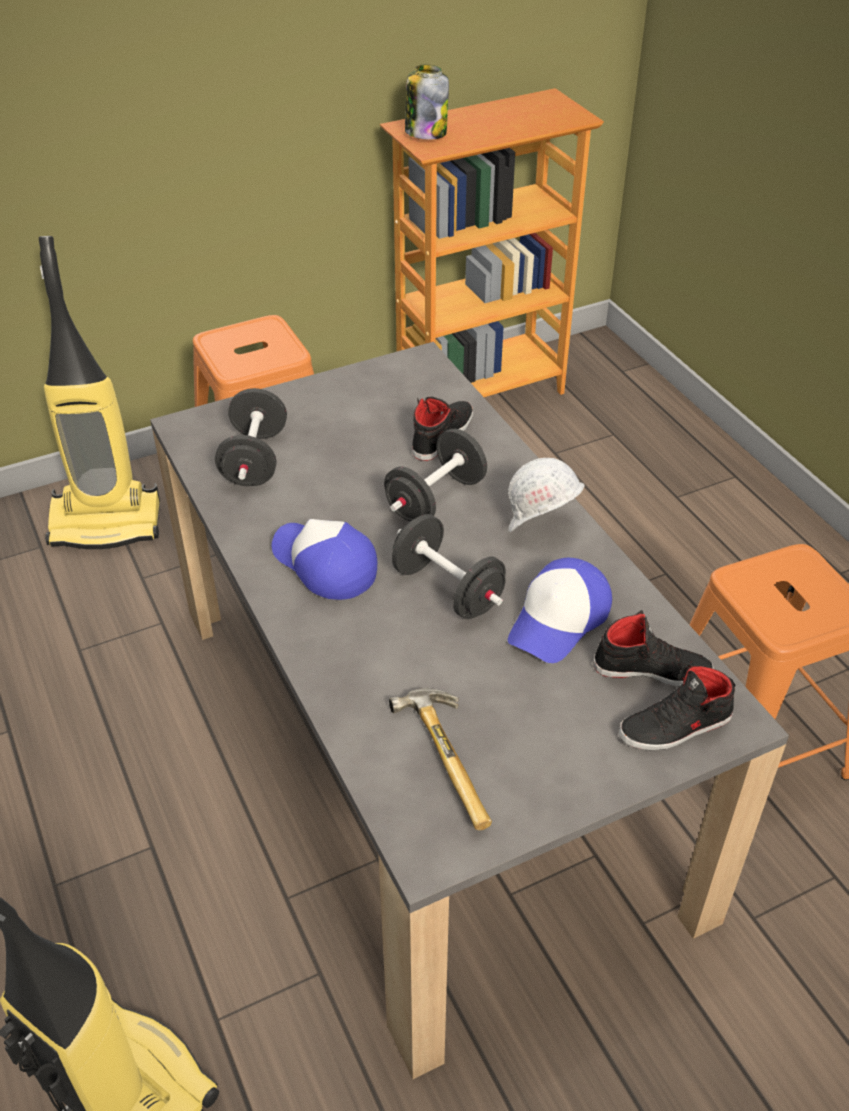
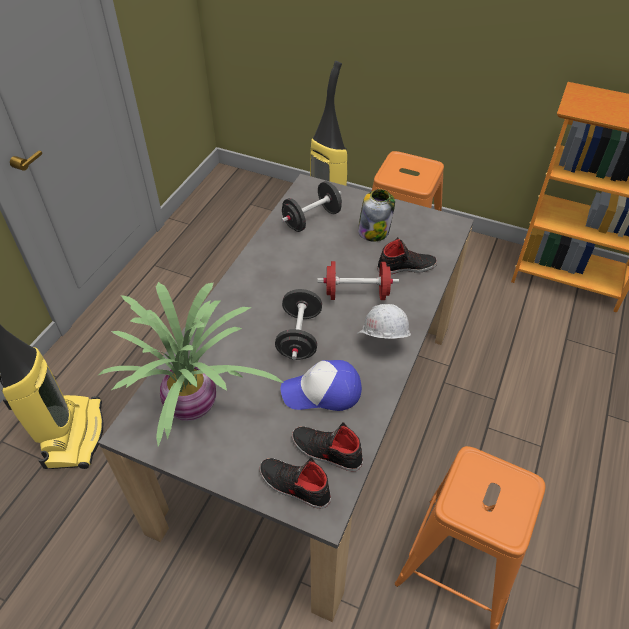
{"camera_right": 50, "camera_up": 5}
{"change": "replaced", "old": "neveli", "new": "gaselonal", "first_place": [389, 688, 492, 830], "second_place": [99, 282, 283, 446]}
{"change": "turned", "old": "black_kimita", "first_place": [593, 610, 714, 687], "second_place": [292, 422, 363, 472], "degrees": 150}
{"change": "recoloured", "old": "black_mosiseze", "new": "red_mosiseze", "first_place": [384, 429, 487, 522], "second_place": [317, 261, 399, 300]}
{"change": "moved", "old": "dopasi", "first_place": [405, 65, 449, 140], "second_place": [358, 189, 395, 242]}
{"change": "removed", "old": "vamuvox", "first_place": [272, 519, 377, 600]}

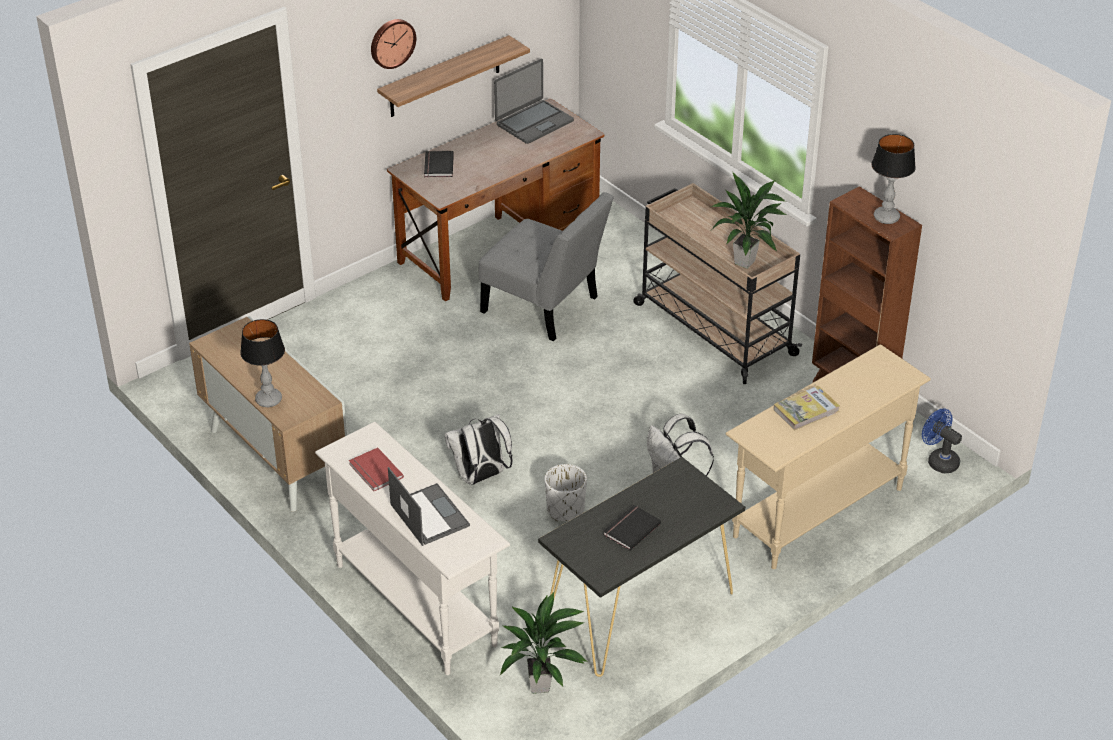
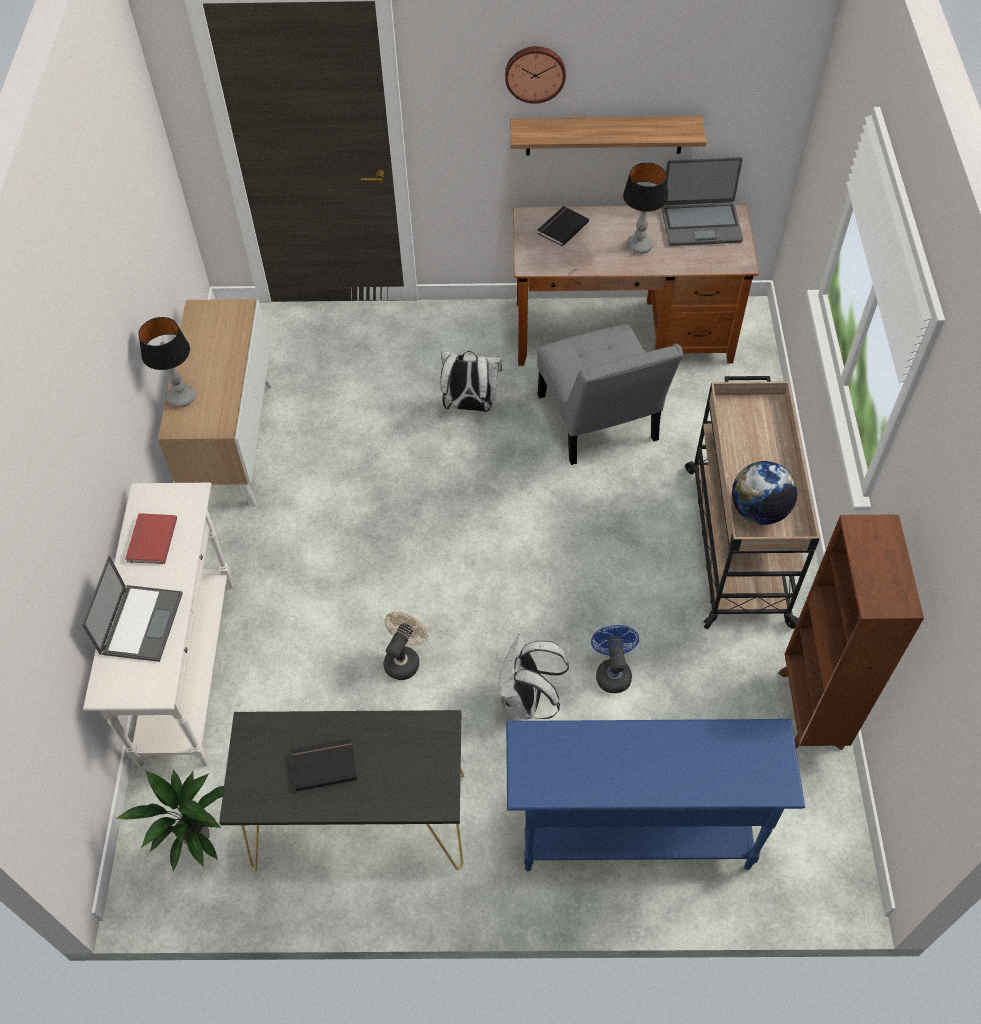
{"camera_right": 40, "camera_up": 15}
{"change": "replaced", "old": "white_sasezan", "new": "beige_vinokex", "first_place": [545, 464, 587, 521], "second_place": [383, 611, 428, 680]}
{"change": "moved", "old": "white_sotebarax", "first_place": [445, 414, 513, 485], "second_place": [440, 351, 502, 412]}
{"change": "recoloured", "old": "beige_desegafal", "new": "blue_desegafal", "first_place": [725, 344, 931, 569], "second_place": [506, 719, 805, 871]}
{"change": "moved", "old": "blue_vinokex", "first_place": [922, 408, 962, 473], "second_place": [591, 625, 639, 693]}
{"change": "moved", "old": "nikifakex", "first_place": [872, 134, 916, 224], "second_place": [623, 163, 668, 254]}
{"change": "replaced", "old": "gaselonal", "new": "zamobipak", "first_place": [710, 171, 787, 269], "second_place": [732, 461, 797, 525]}
{"change": "removed", "old": "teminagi", "first_place": [773, 386, 840, 430]}

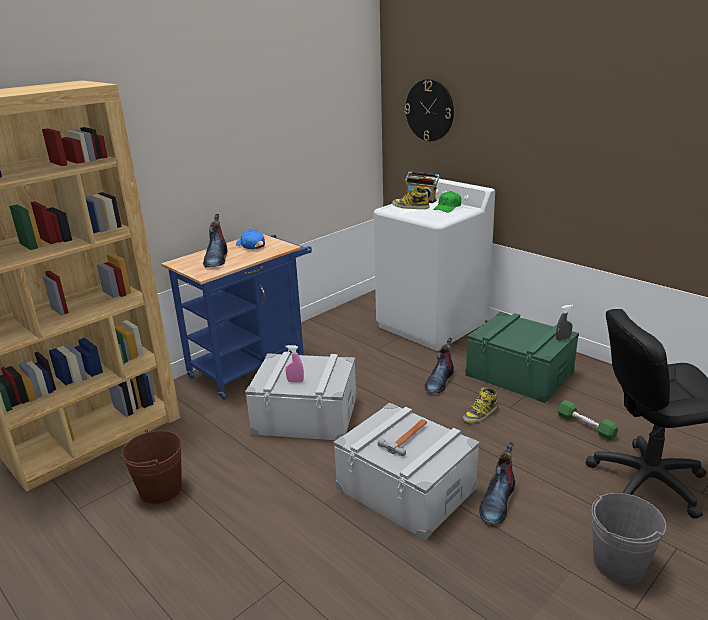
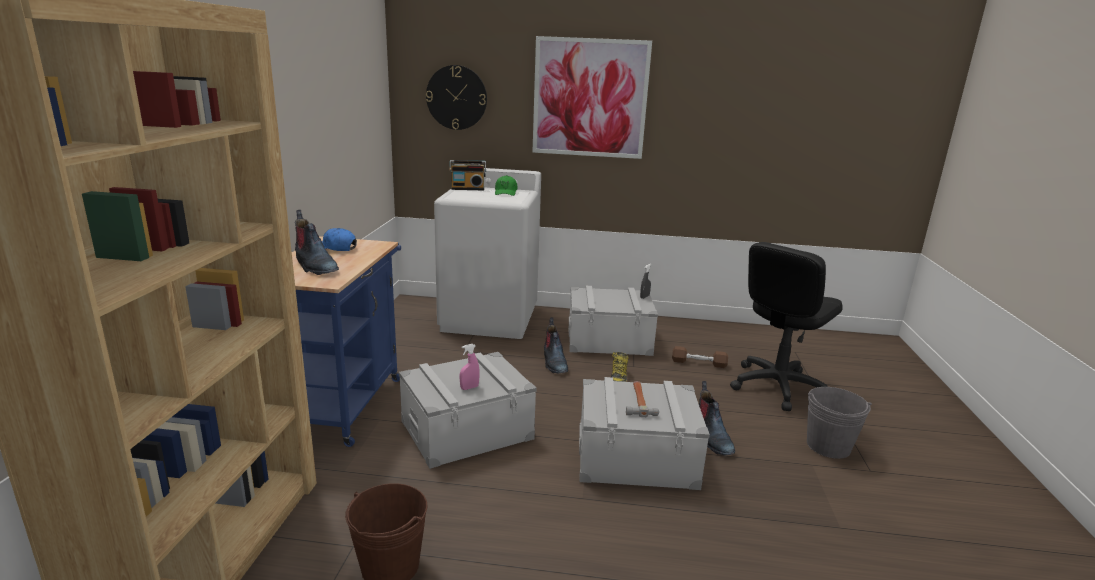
{"camera_right": -40, "camera_up": -5}
{"change": "added", "new": "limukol", "second_place": [532, 36, 652, 159]}
{"change": "recoloured", "old": "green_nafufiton", "new": "grey_nafufiton", "first_place": [465, 312, 579, 403], "second_place": [569, 286, 658, 356]}
{"change": "recoloured", "old": "green_mosiseze", "new": "brown_mosiseze", "first_place": [558, 400, 618, 440], "second_place": [672, 346, 728, 368]}
{"change": "removed", "old": "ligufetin", "first_place": [392, 187, 430, 209]}

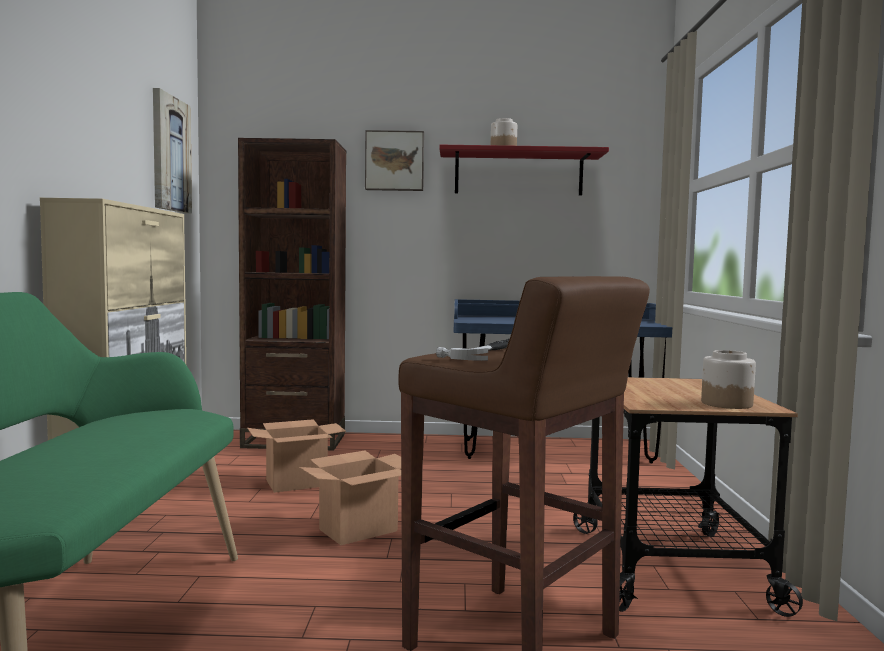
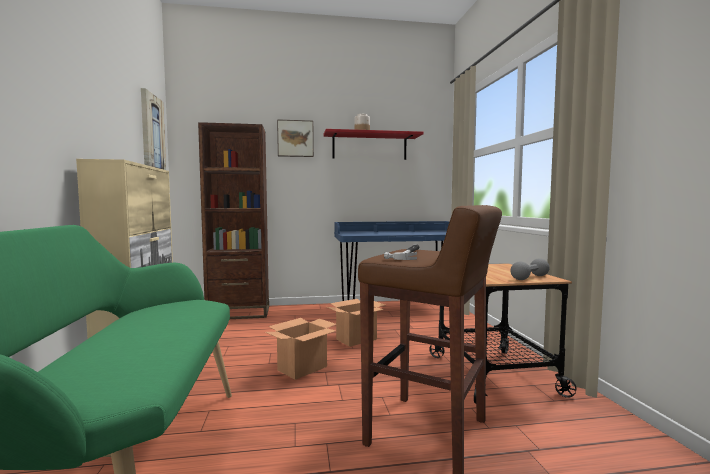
{"camera_right": -10, "camera_up": 0}
{"change": "moved", "old": "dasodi", "first_place": [247, 419, 346, 493], "second_place": [327, 299, 385, 347]}
{"change": "replaced", "old": "dopasi", "new": "grey_mosiseze", "first_place": [701, 350, 756, 409], "second_place": [510, 259, 550, 280]}

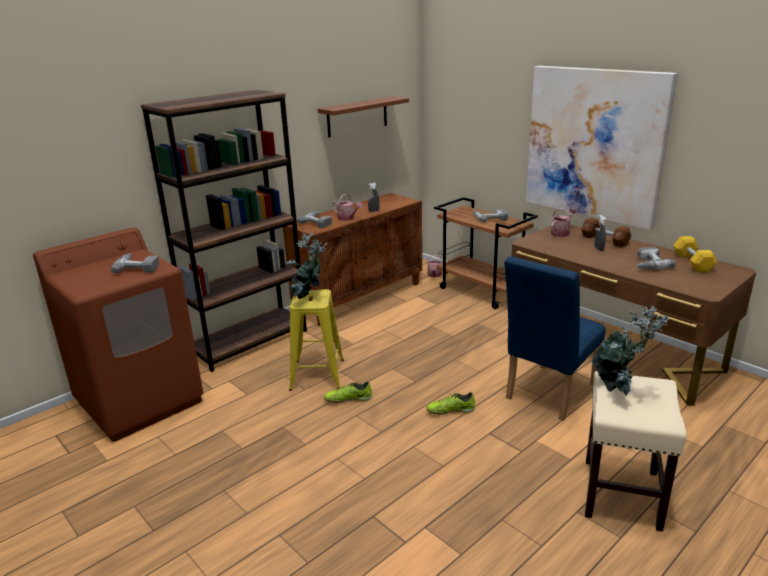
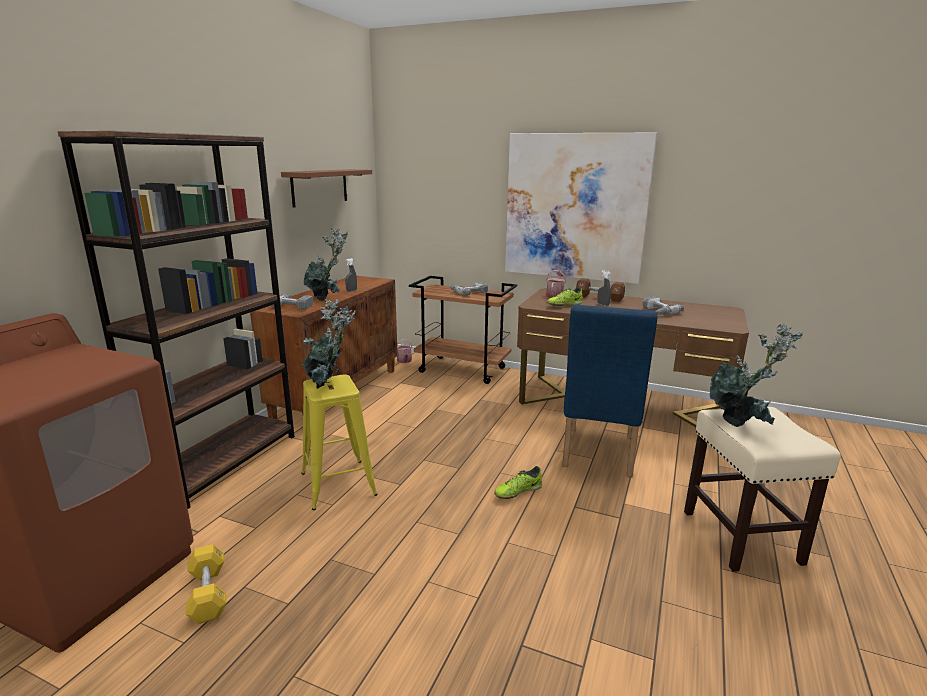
{"camera_right": -25, "camera_up": -5}
{"change": "moved", "old": "yellow_mosiseze", "first_place": [673, 236, 717, 272], "second_place": [185, 544, 227, 624]}
{"change": "replaced", "old": "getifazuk", "new": "gaselonal", "first_place": [333, 194, 363, 221], "second_place": [303, 228, 348, 301]}
{"change": "moved", "old": "kimita", "first_place": [324, 381, 372, 403], "second_place": [546, 287, 582, 306]}
{"change": "removed", "old": "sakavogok", "first_place": [111, 253, 159, 273]}

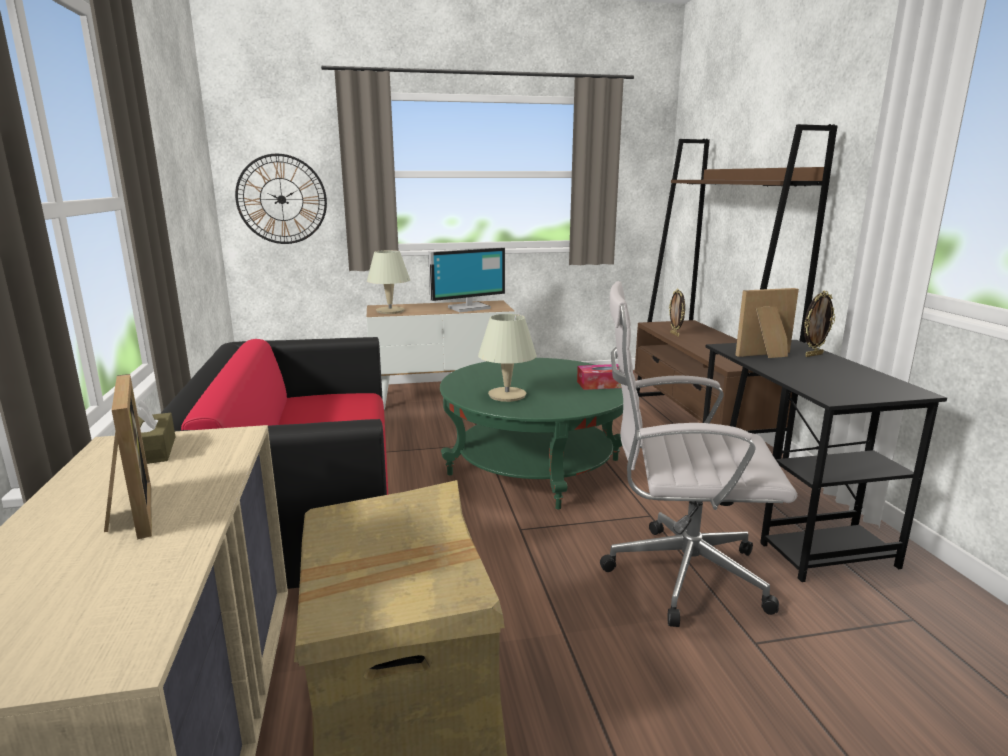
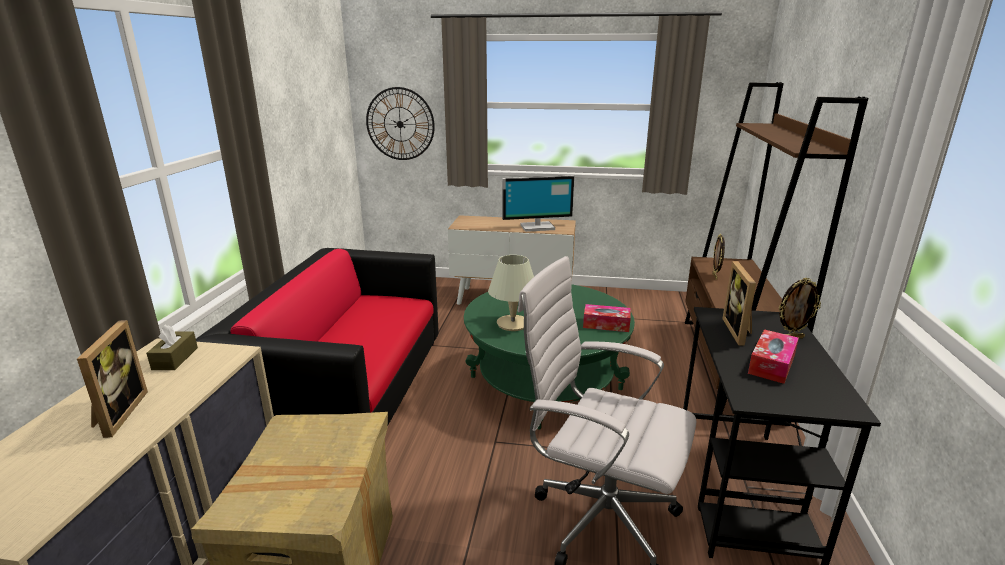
{"camera_right": 20, "camera_up": 5}
{"change": "turned", "old": "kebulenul", "first_place": [735, 288, 799, 358], "second_place": [722, 261, 756, 346], "degrees": -90}
{"change": "added", "new": "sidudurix", "second_place": [748, 329, 799, 384]}
{"change": "removed", "old": "beige_nikifakex", "first_place": [367, 250, 410, 314]}

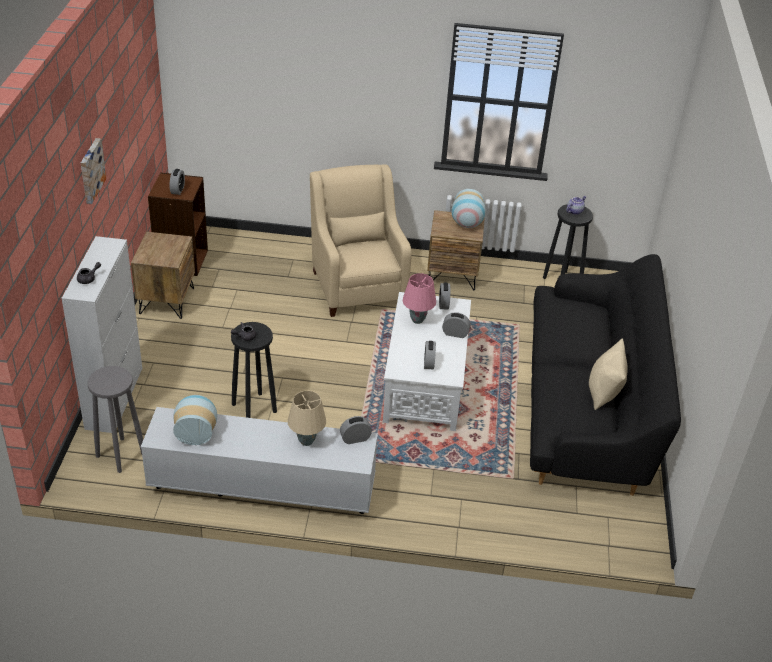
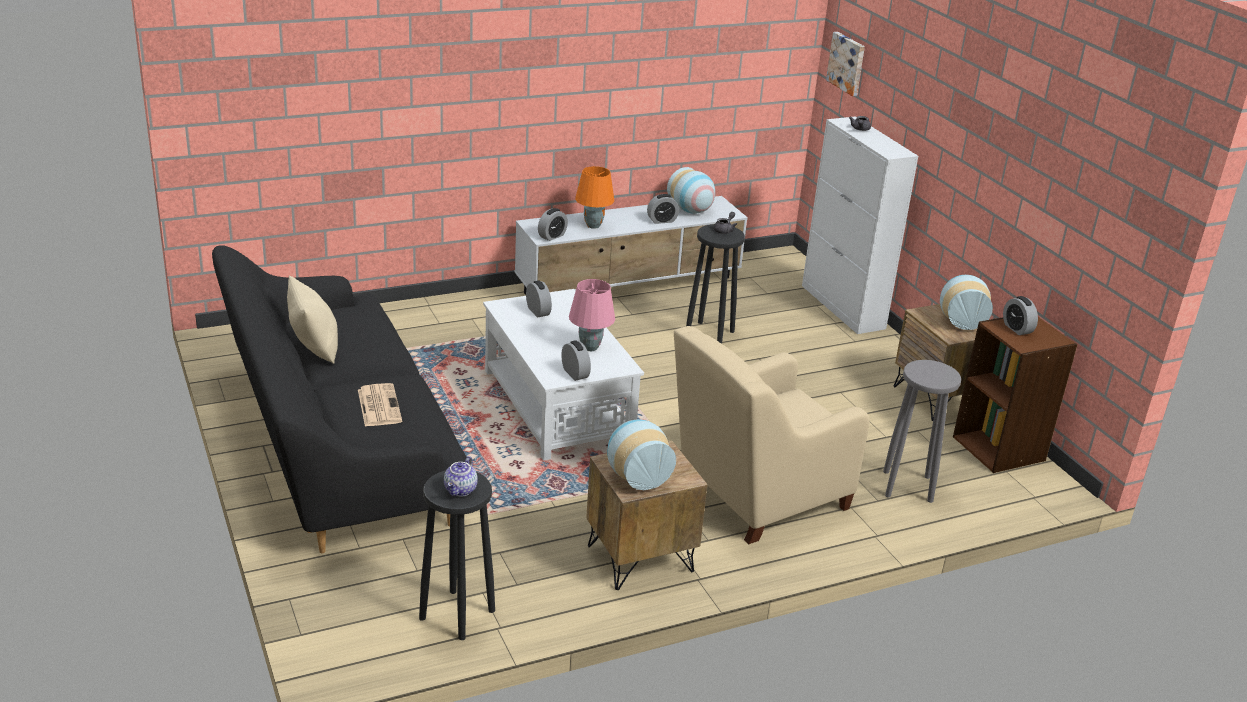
{"camera_right": 150, "camera_up": -10}
{"change": "added", "new": "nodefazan", "second_place": [358, 383, 402, 427]}
{"change": "recoloured", "old": "beige_nikifakex", "new": "orange_nikifakex", "first_place": [288, 391, 326, 446], "second_place": [575, 166, 614, 229]}
{"change": "moved", "old": "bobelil", "first_place": [442, 312, 470, 338], "second_place": [647, 194, 679, 224]}
{"change": "turned", "old": "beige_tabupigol", "first_place": [310, 164, 412, 317], "second_place": [674, 326, 870, 544], "degrees": 105}
{"change": "moved", "old": "limukol", "first_place": [81, 138, 106, 204], "second_place": [826, 32, 865, 96]}
{"change": "moved", "old": "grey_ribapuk", "first_place": [88, 366, 143, 473], "second_place": [883, 360, 961, 503]}
{"change": "added", "new": "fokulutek", "second_place": [940, 275, 993, 330]}

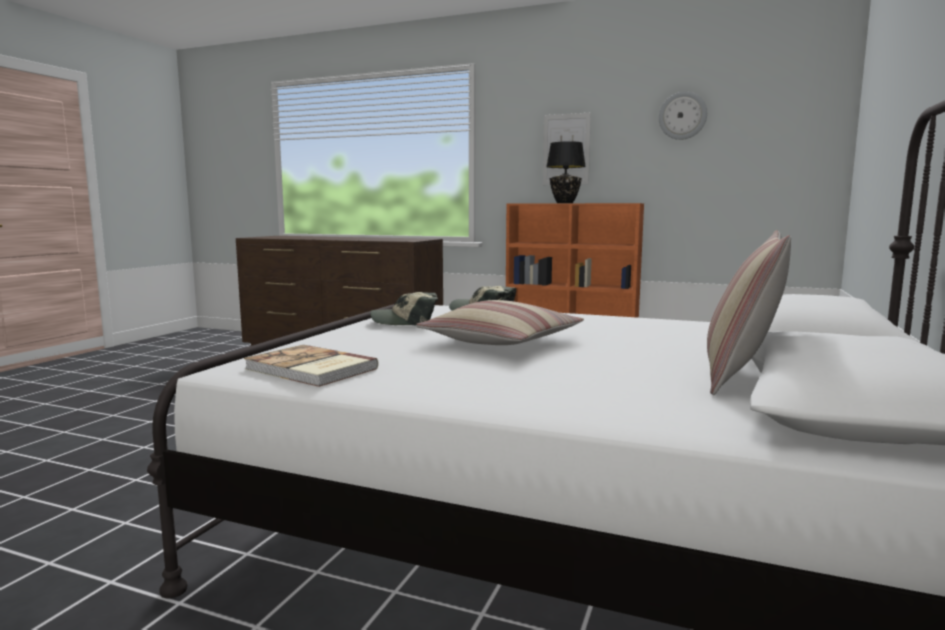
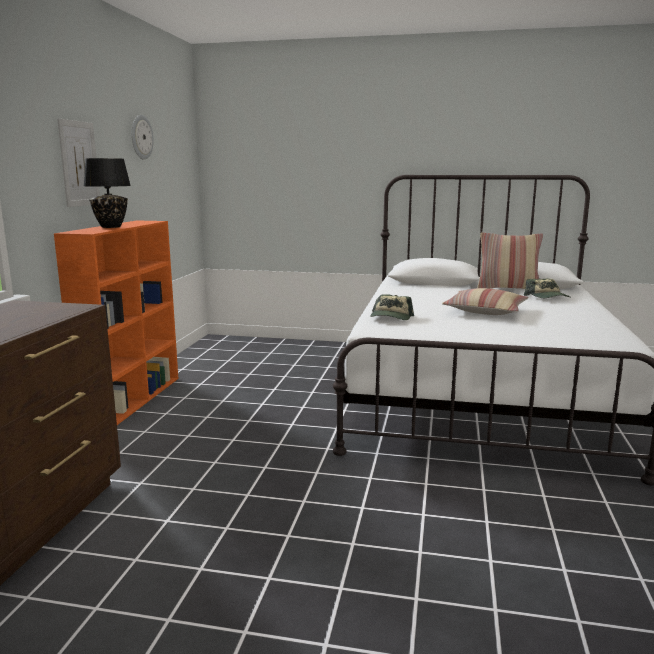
{"camera_right": -100, "camera_up": 5}
{"change": "moved", "old": "vamuvox", "first_place": [370, 292, 438, 325], "second_place": [524, 278, 571, 298]}
{"change": "removed", "old": "teminagi", "first_place": [244, 345, 378, 387]}

